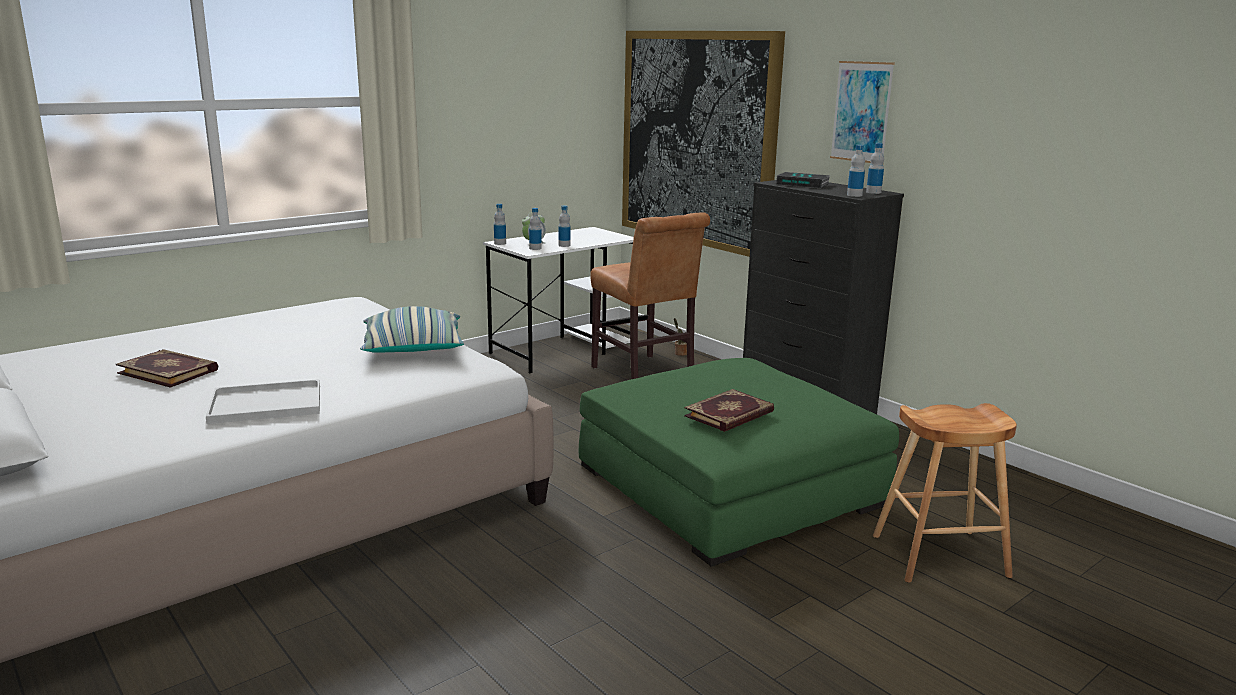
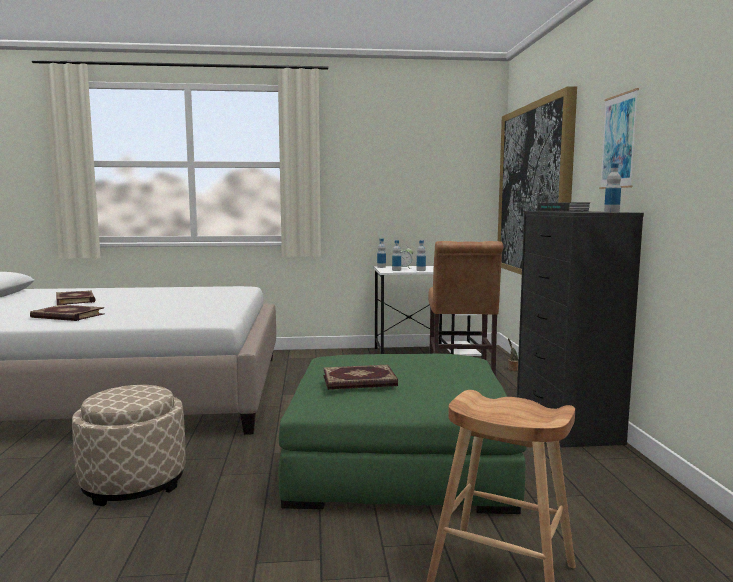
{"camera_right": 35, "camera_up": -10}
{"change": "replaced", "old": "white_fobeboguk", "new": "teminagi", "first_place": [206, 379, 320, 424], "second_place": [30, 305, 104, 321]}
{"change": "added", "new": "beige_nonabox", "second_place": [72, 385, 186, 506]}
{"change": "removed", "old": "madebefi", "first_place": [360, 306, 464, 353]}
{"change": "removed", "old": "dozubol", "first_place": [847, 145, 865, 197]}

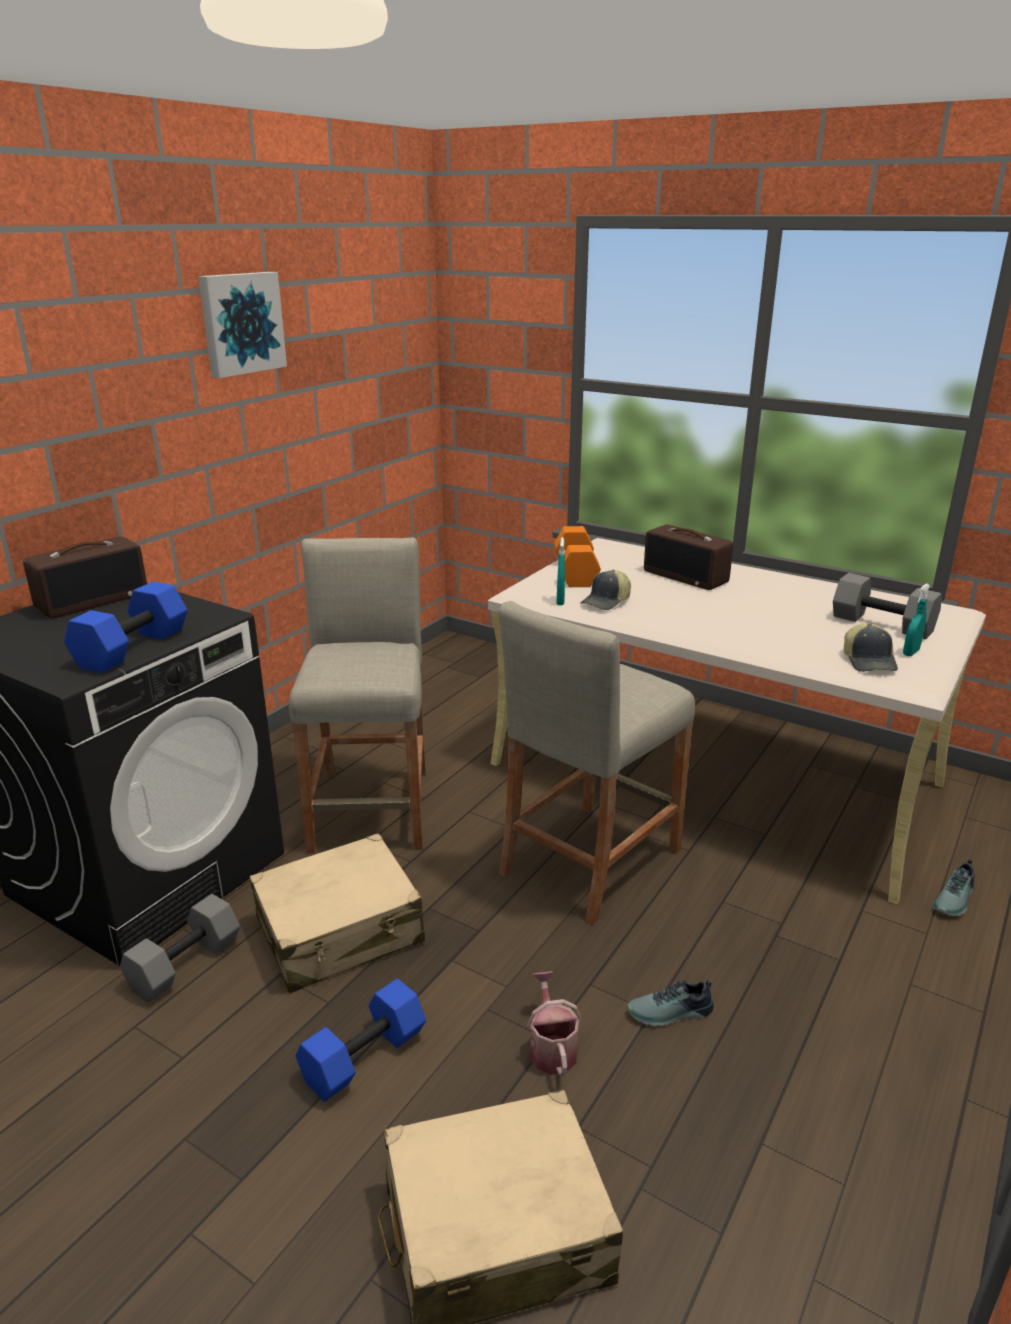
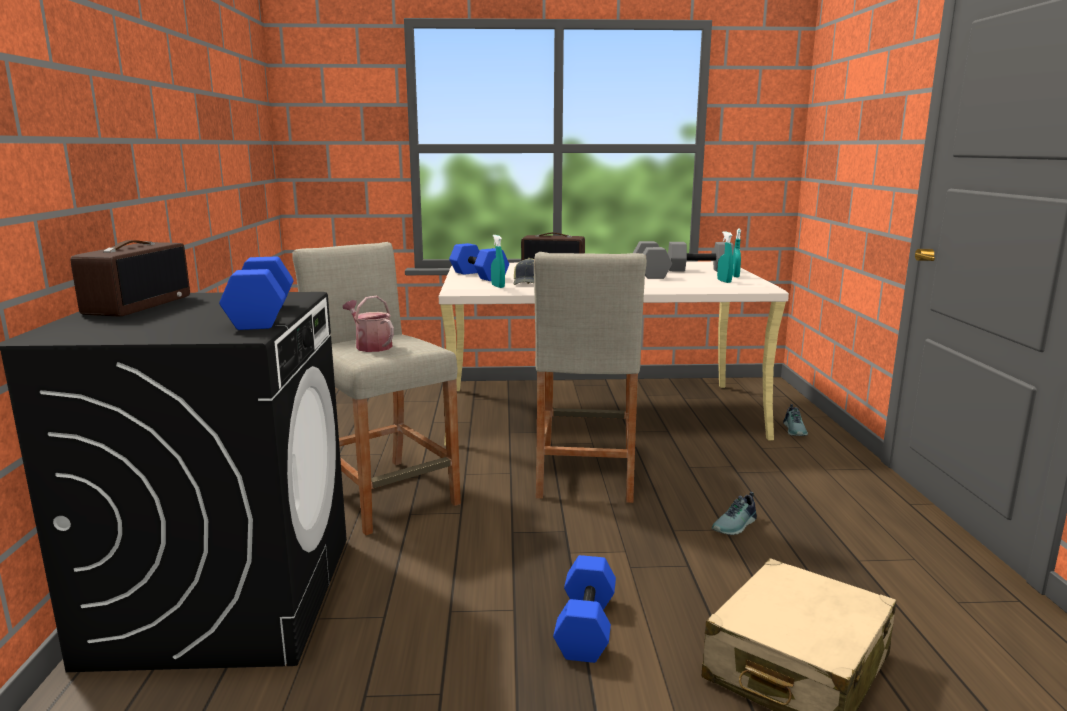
{"camera_right": -35, "camera_up": -10}
{"change": "moved", "old": "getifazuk", "first_place": [527, 971, 582, 1077], "second_place": [343, 296, 394, 352]}
{"change": "recoloured", "old": "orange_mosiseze", "new": "blue_mosiseze", "first_place": [554, 526, 601, 587], "second_place": [449, 243, 509, 281]}
{"change": "moved", "old": "grey_mosiseze", "first_place": [120, 894, 240, 1003], "second_place": [633, 241, 672, 279]}
{"change": "replaced", "old": "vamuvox", "new": "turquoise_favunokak", "first_place": [844, 623, 898, 672], "second_place": [717, 231, 733, 283]}
{"change": "removed", "old": "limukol", "first_place": [198, 272, 287, 378]}
{"change": "removed", "old": "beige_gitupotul", "first_place": [250, 833, 425, 993]}

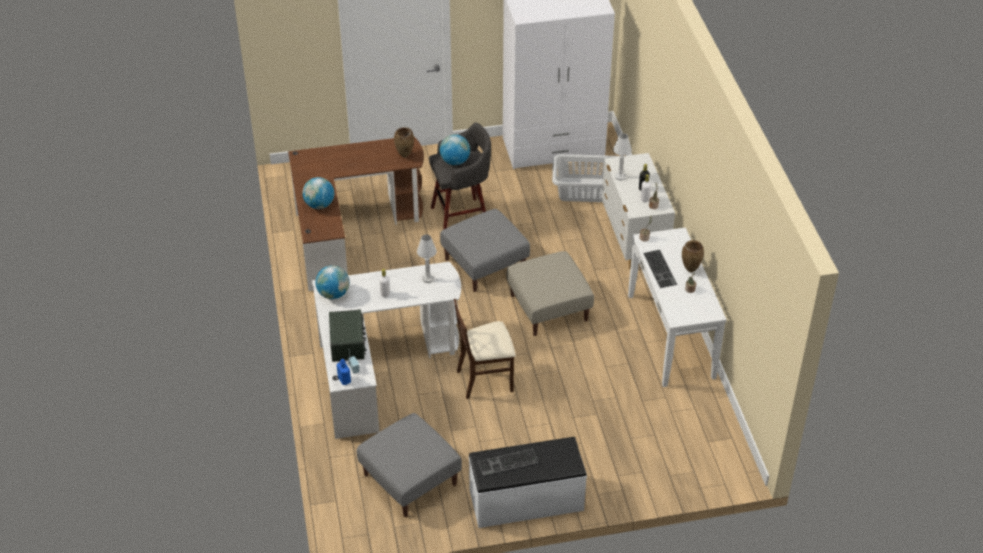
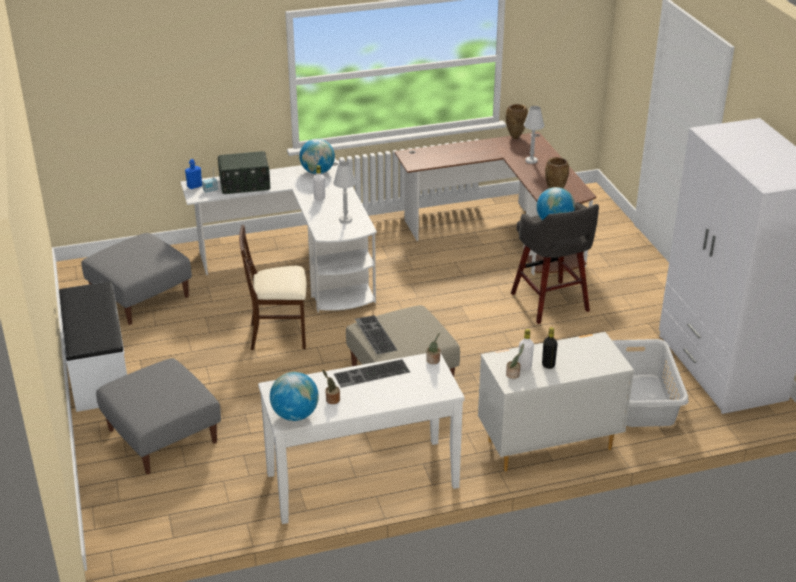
{"camera_right": 85, "camera_up": -10}
{"change": "moved", "old": "grey_nonabox", "first_place": [440, 209, 530, 292], "second_place": [96, 358, 221, 474]}
{"change": "turned", "old": "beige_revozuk", "first_place": [454, 299, 516, 399], "second_place": [239, 225, 306, 350], "degrees": -75}
{"change": "moved", "old": "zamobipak", "first_place": [303, 177, 334, 209], "second_place": [270, 372, 319, 421]}
{"change": "moved", "old": "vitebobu", "first_place": [478, 449, 539, 476], "second_place": [355, 315, 397, 354]}
{"change": "moved", "old": "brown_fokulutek", "first_place": [682, 240, 704, 272], "second_place": [506, 104, 528, 139]}
{"change": "moved", "old": "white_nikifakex", "first_place": [613, 133, 632, 181], "second_place": [524, 106, 544, 164]}

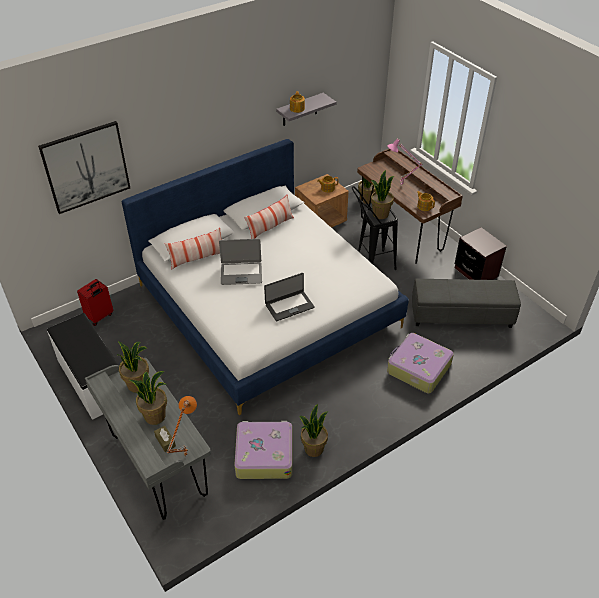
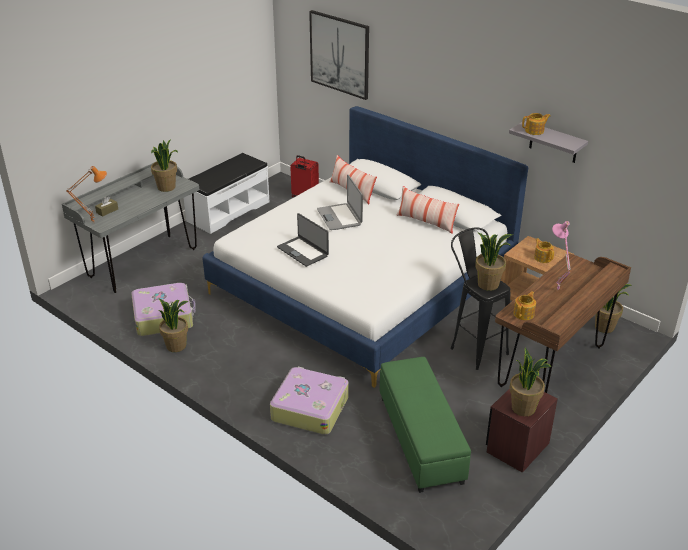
{"camera_right": 75, "camera_up": -10}
{"change": "recoloured", "old": "grey_nonabox", "new": "green_nonabox", "first_place": [412, 279, 521, 328], "second_place": [380, 357, 471, 493]}
{"change": "moved", "old": "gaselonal", "first_place": [129, 371, 167, 425], "second_place": [509, 348, 551, 416]}

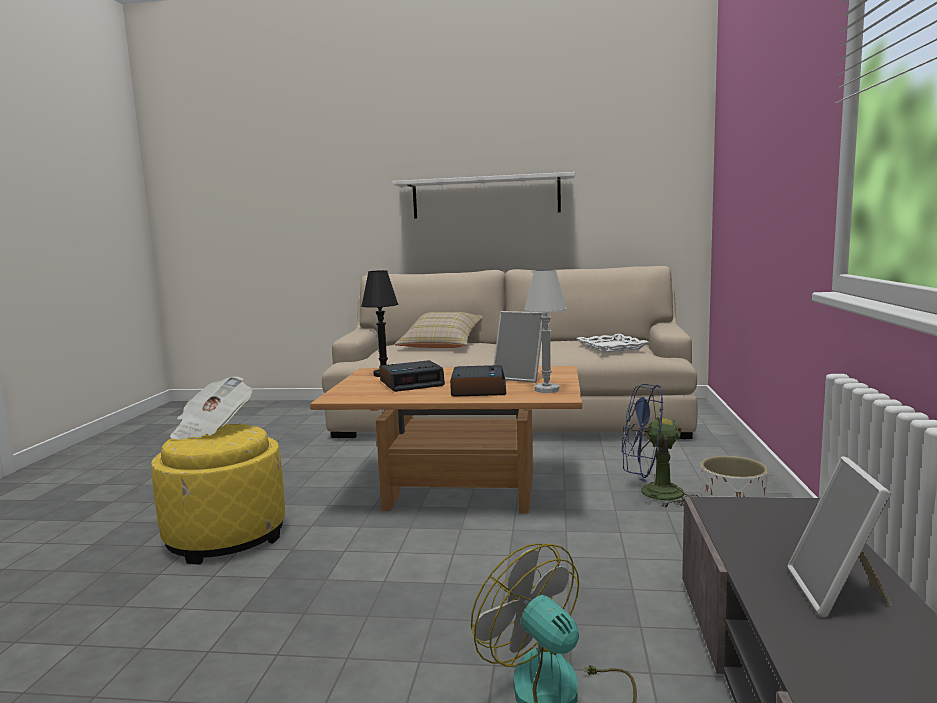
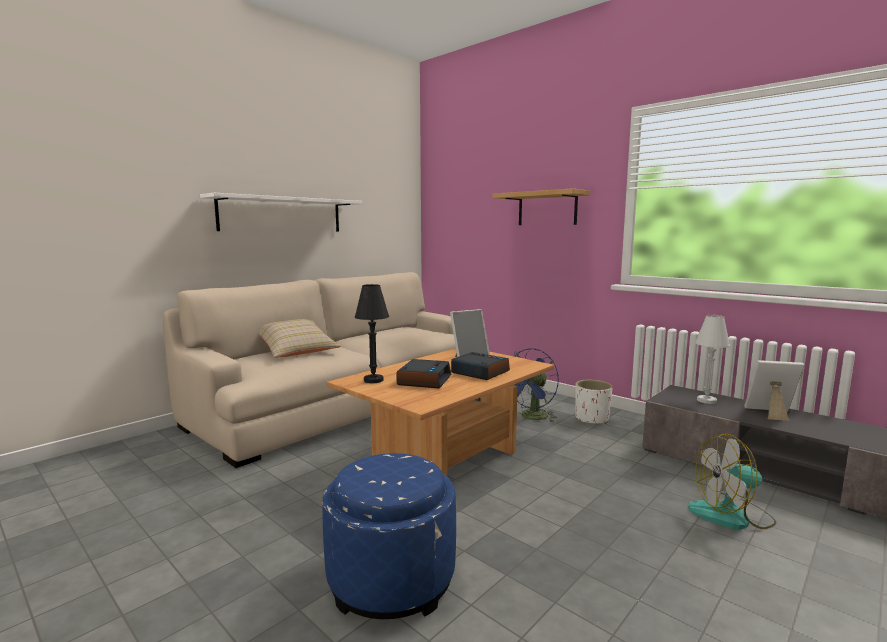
{"camera_right": -55, "camera_up": 0}
{"change": "recoloured", "old": "yellow_nonabox", "new": "blue_nonabox", "first_place": [151, 424, 285, 564], "second_place": [322, 453, 456, 619]}
{"change": "added", "new": "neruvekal", "second_place": [492, 188, 590, 225]}
{"change": "moved", "old": "white_nikifakex", "first_place": [524, 269, 567, 393], "second_place": [695, 315, 730, 404]}
{"change": "turned", "old": "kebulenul", "first_place": [787, 457, 893, 617], "second_place": [744, 360, 804, 421], "degrees": 150}
{"change": "removed", "old": "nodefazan", "first_place": [170, 376, 252, 439]}
{"change": "removed", "old": "white_fobeboguk", "first_place": [576, 334, 649, 353]}

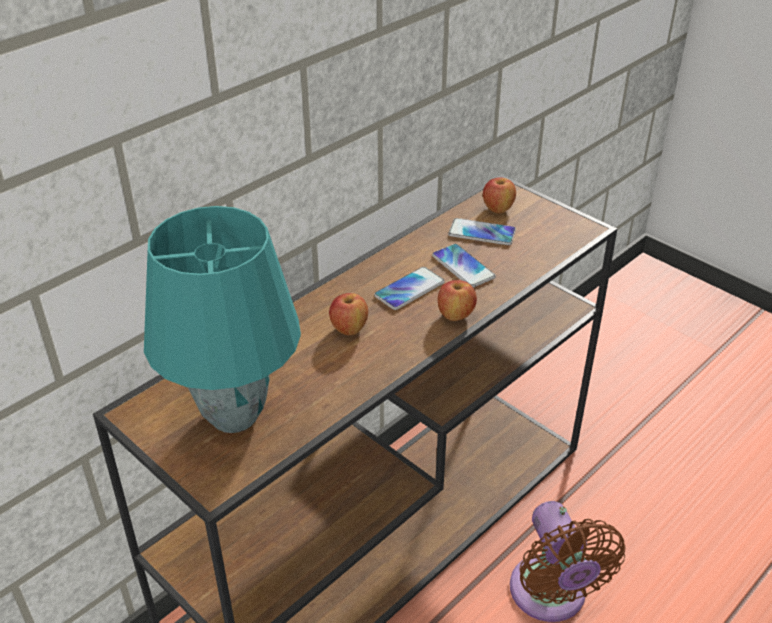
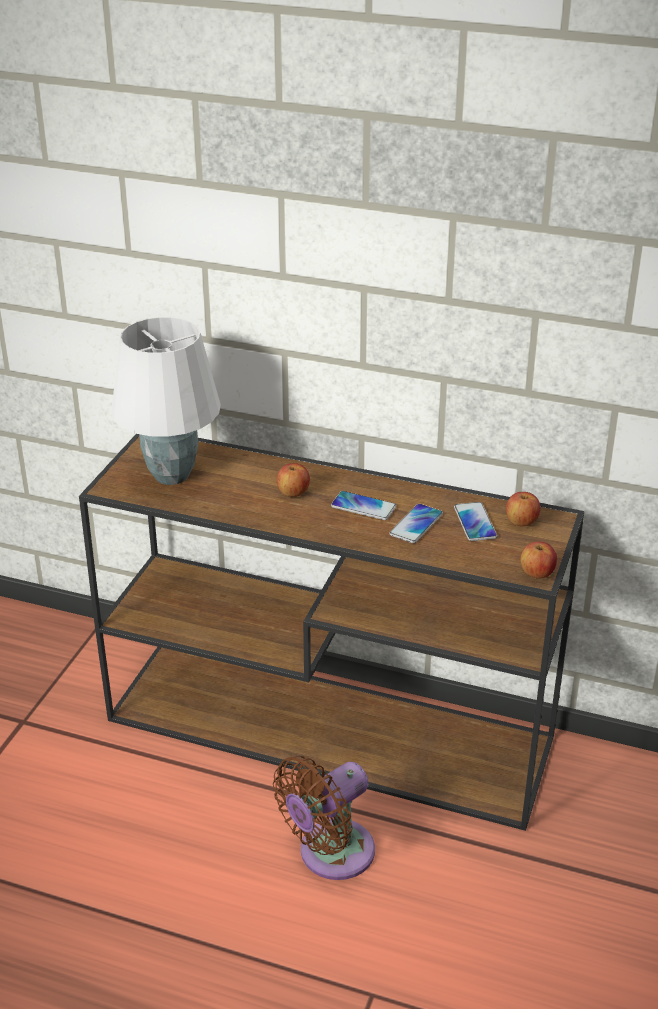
{"camera_right": 65, "camera_up": -5}
{"change": "recoloured", "old": "turquoise_nikifakex", "new": "white_nikifakex", "first_place": [144, 206, 301, 433], "second_place": [111, 317, 221, 485]}
{"change": "moved", "old": "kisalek", "first_place": [437, 280, 477, 321], "second_place": [520, 541, 557, 578]}

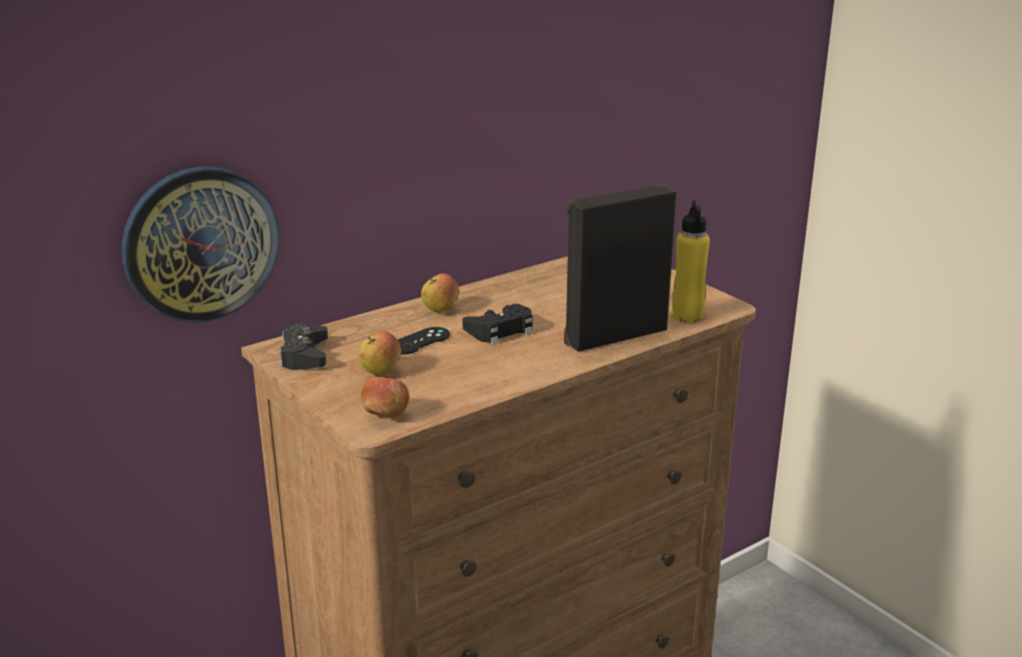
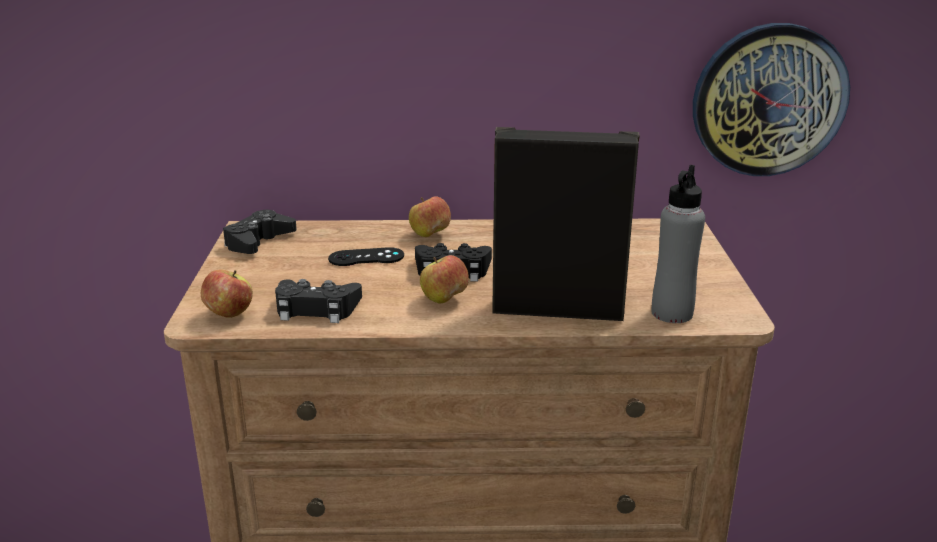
{"camera_right": 35, "camera_up": 0}
{"change": "added", "new": "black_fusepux", "second_place": [275, 279, 362, 323]}
{"change": "moved", "old": "kisalek", "first_place": [358, 331, 401, 375], "second_place": [420, 255, 469, 303]}
{"change": "recoloured", "old": "yellow_dozubol", "new": "grey_dozubol", "first_place": [671, 200, 710, 323], "second_place": [652, 165, 705, 323]}
{"change": "moved", "old": "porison", "first_place": [121, 166, 279, 323], "second_place": [693, 23, 850, 176]}

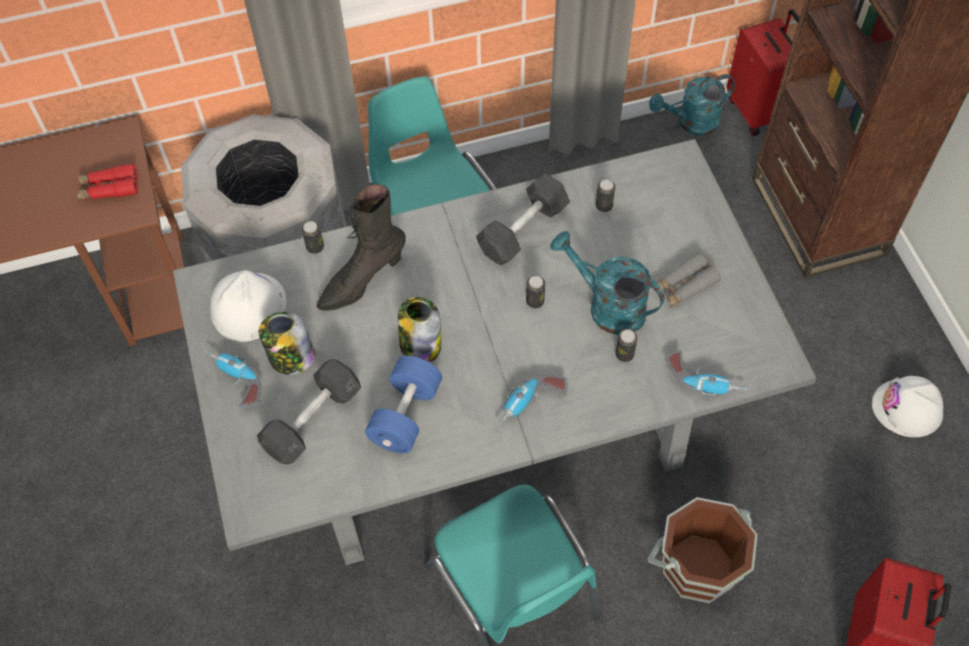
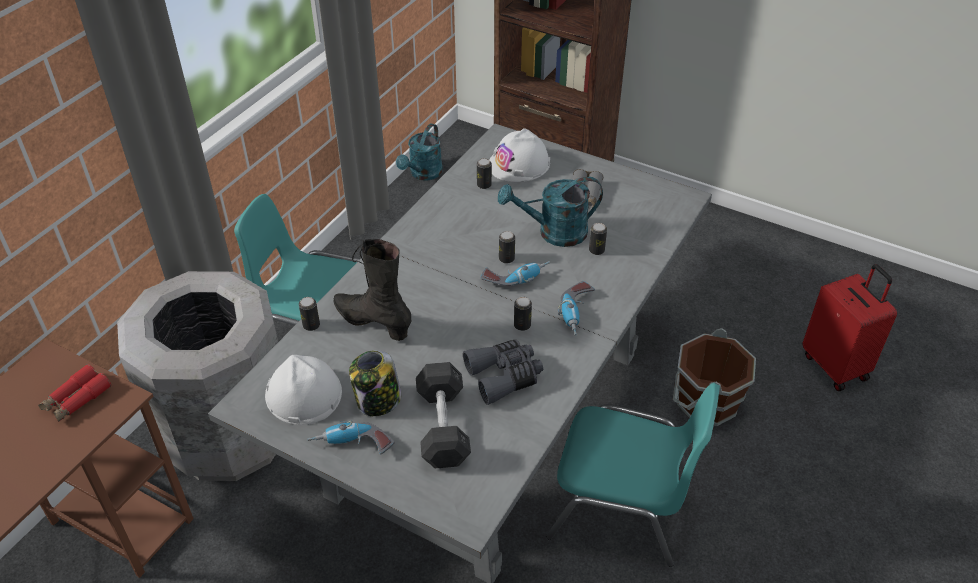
{"camera_right": -45, "camera_up": -15}
{"change": "turned", "old": "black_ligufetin", "first_place": [316, 184, 406, 311], "second_place": [333, 239, 412, 341], "degrees": 120}
{"change": "replaced", "old": "blue_mosiseze", "new": "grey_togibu", "first_place": [365, 356, 442, 454], "second_place": [463, 340, 543, 405]}
{"change": "moved", "old": "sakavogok", "first_place": [665, 350, 747, 397], "second_place": [480, 261, 550, 286]}
{"change": "moved", "old": "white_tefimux", "first_place": [872, 376, 943, 437], "second_place": [490, 128, 550, 182]}
{"change": "added", "new": "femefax", "second_place": [514, 297, 532, 331]}
{"change": "removed", "old": "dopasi", "first_place": [398, 297, 441, 363]}
{"change": "removed", "old": "grey_mosiseze", "first_place": [476, 173, 570, 265]}
{"change": "removed", "old": "red_gitupotul", "first_place": [727, 9, 799, 136]}

